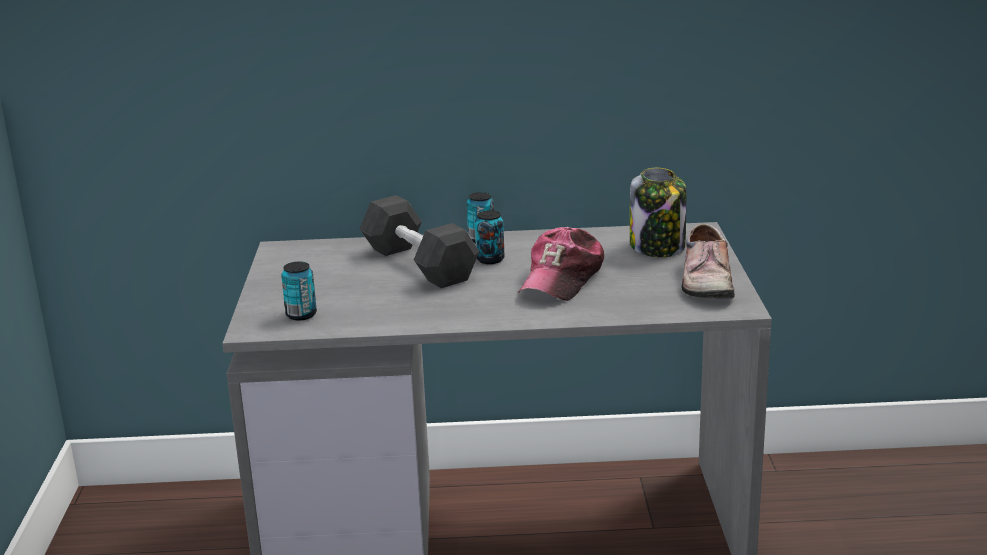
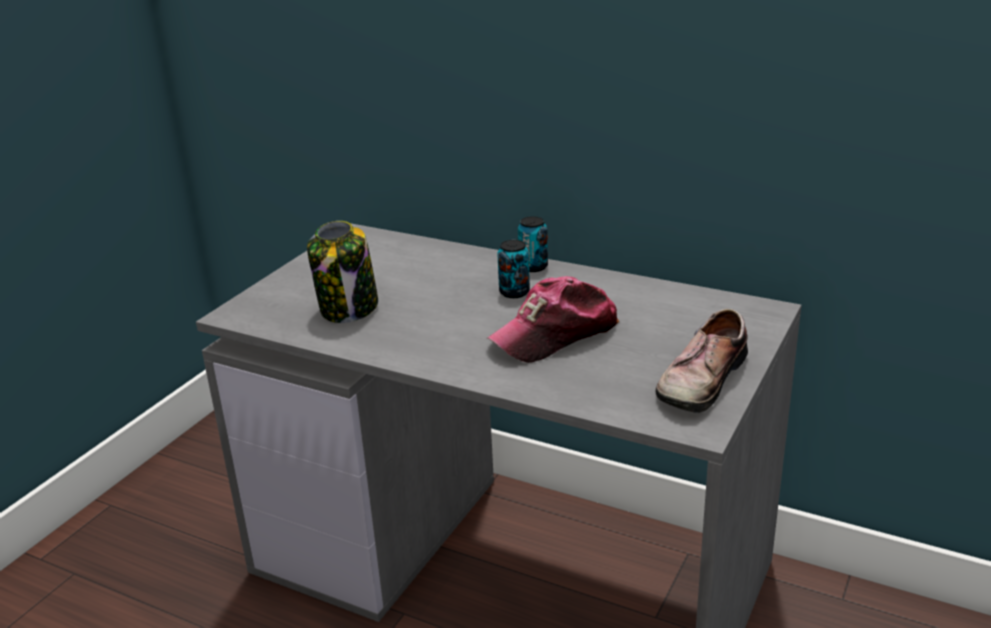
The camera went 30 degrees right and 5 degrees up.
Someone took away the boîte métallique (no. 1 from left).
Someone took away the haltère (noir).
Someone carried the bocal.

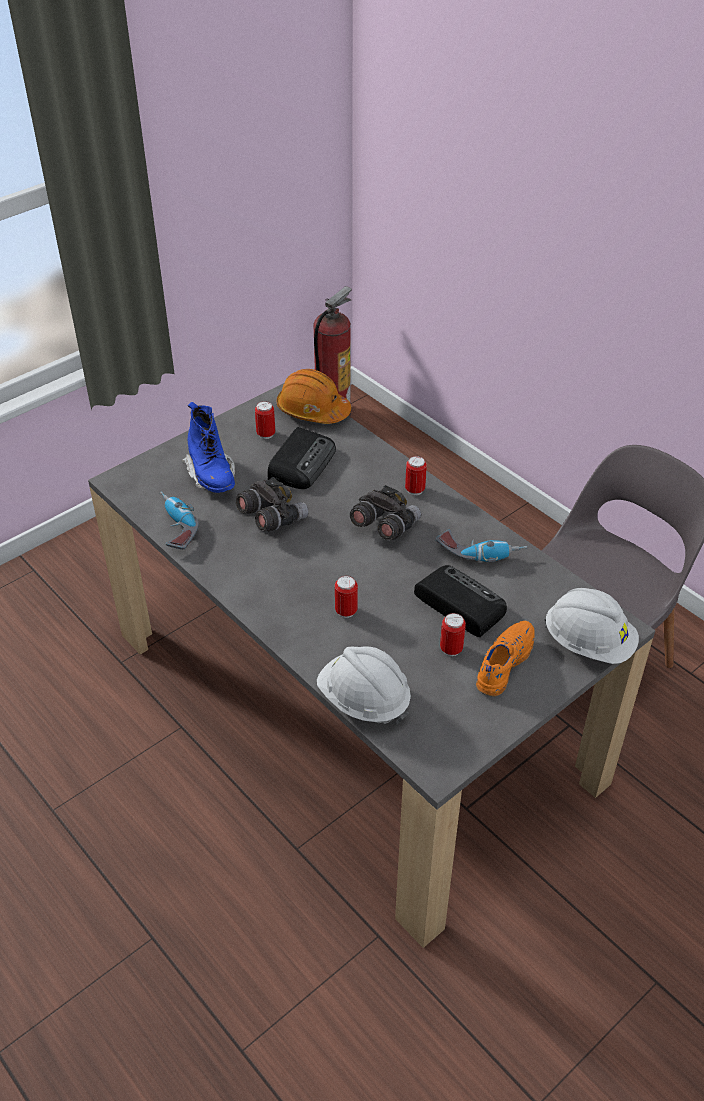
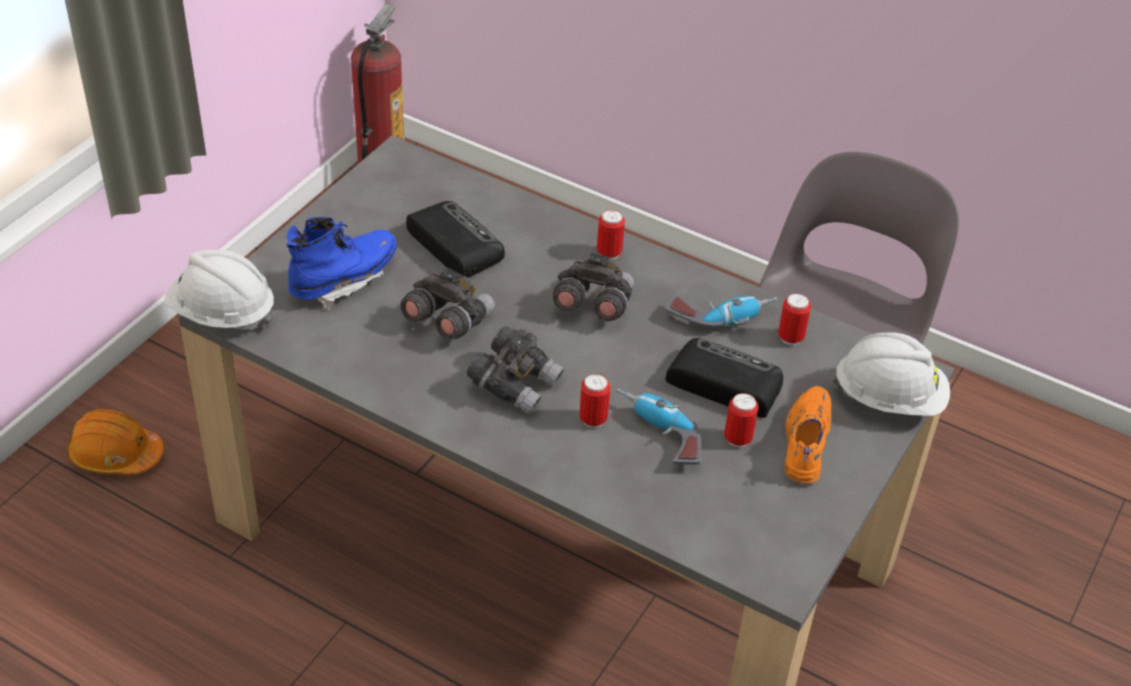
The camera went 20 degrees left and 0 degrees up.
Someone carried the perceuse (no. 1 from left).
Someone rotated the botte (bleu) by 90 degrees counterclockwise.
Someone carried the boîte métallique (no. 1 from left in the first image).
Someone rotated the radio (no. 1 from left) by 45 degrees counterclockwise.
Someone carried the casque de chantier (orange).
Someone carried the casque de chantier (blanc) (no. 1 from left).
Someone put down the jumelles (gris) (no. 2 from left).

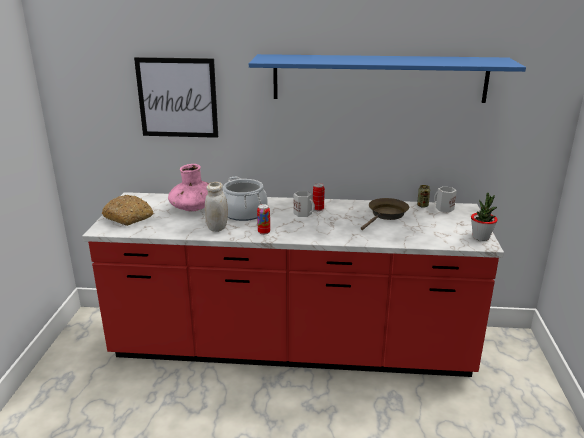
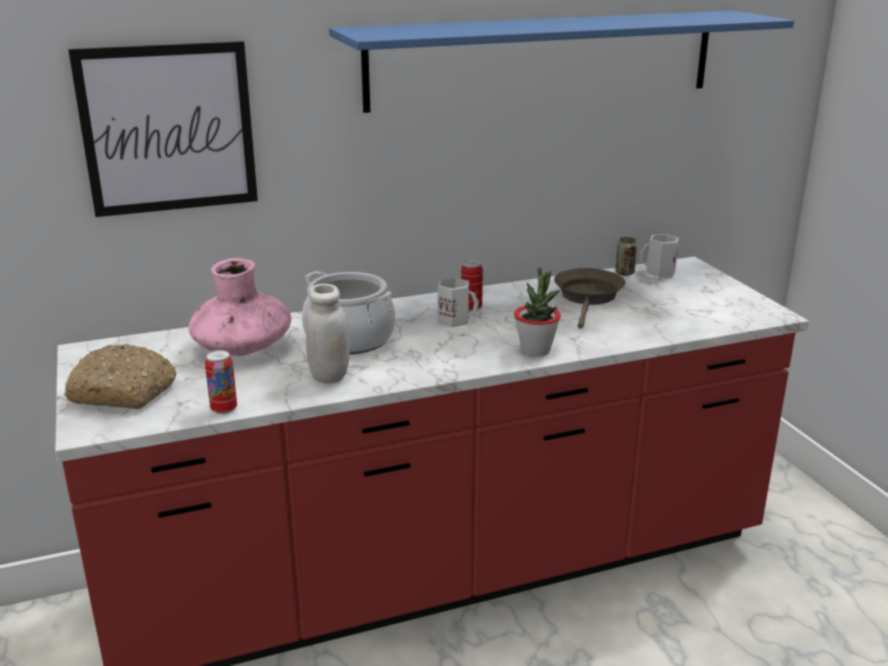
The camera went 25 degrees left and 0 degrees up.
Someone carried the boîte métallique (no. 1 from left).
Someone carried the plante en pot.

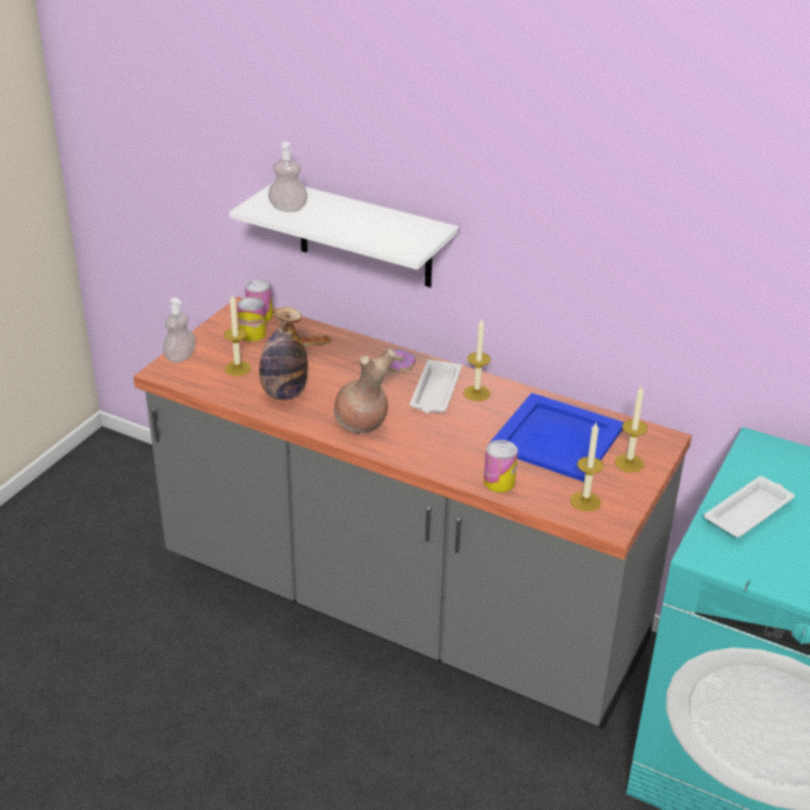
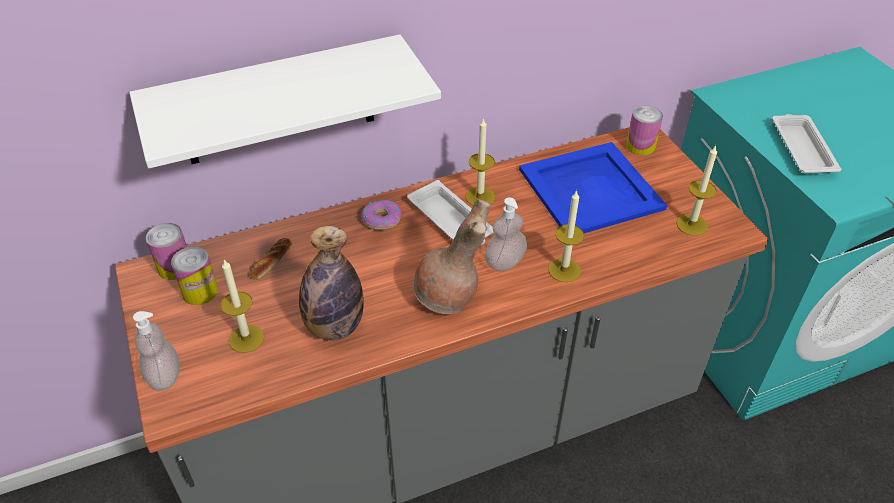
The camera went 50 degrees left and 10 degrees up.
Someone carried the distributeur de savon (no. 2 from left).
Someone carried the boîte métallique (no. 3 from left).
Someone carried the bougie (no. 4 from left in the first image).

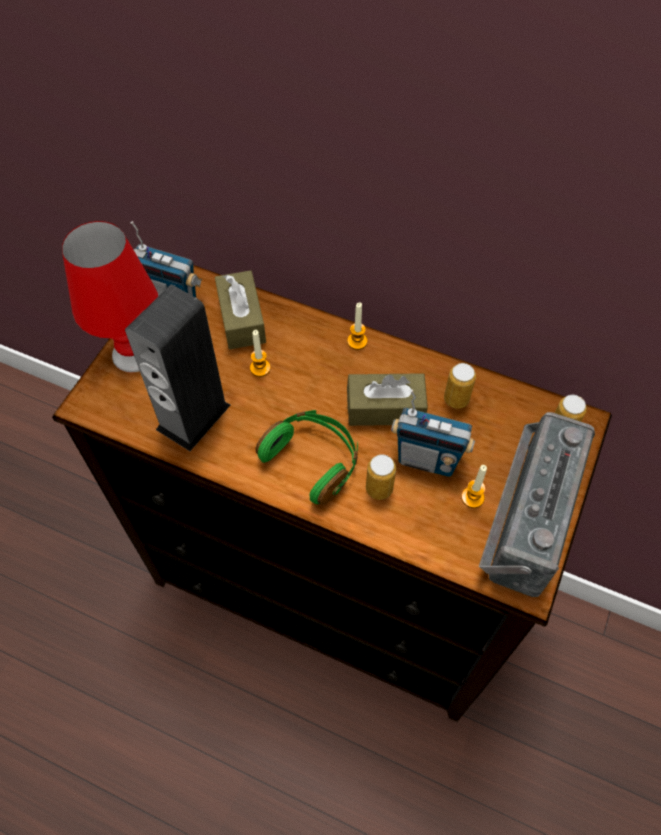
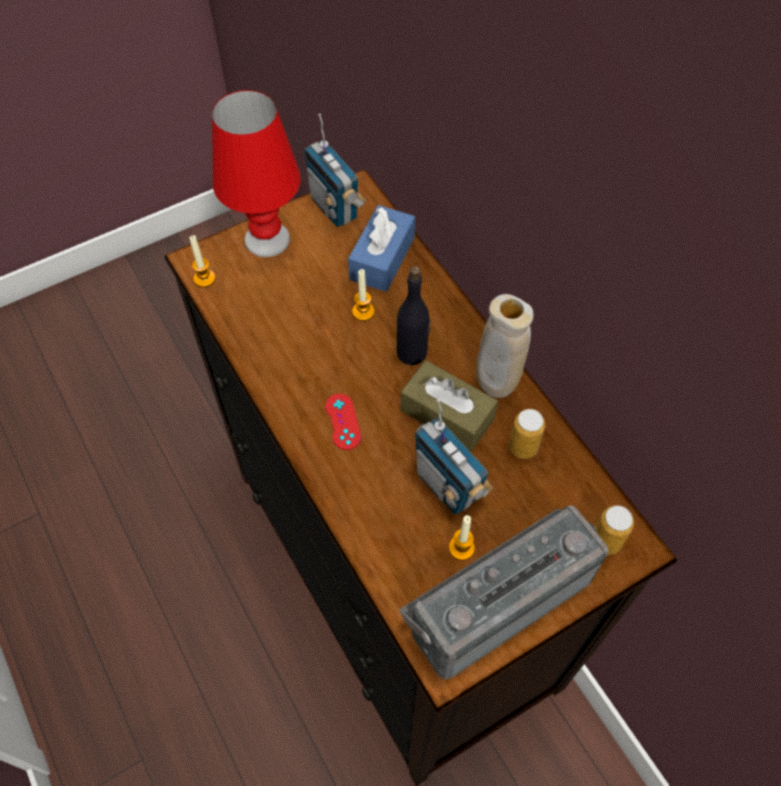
The camera went 35 degrees right and 0 degrees up.
Someone took away the enceinte.
Someone repainted the boîte à mouchoirs (marron) (no. 1 from left), which became the boîte à mouchoirs (bleu).
Someone swapped the casque audio (vert) for the manette (rouge).
Someone carried the bougie (no. 2 from left in the first image).
Someone took away the boîte métallique (no. 1 from left).
Someone put down the bouteille (noir).
Someone put down the vase (beige).

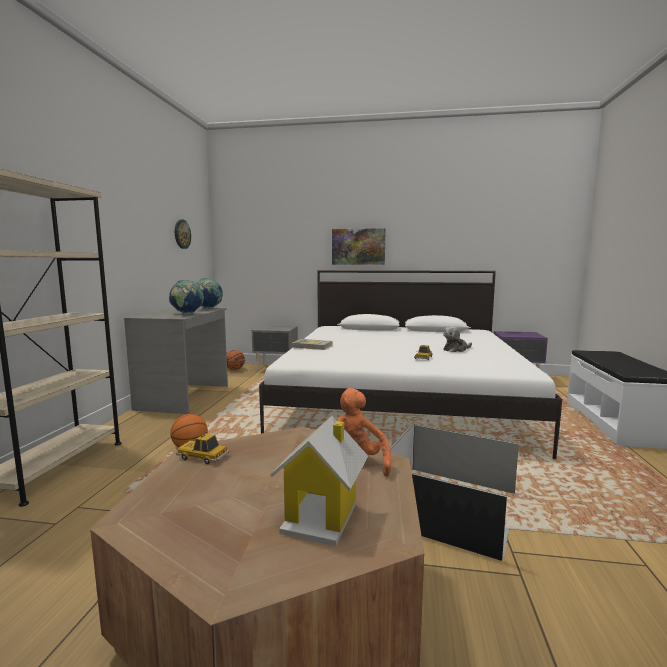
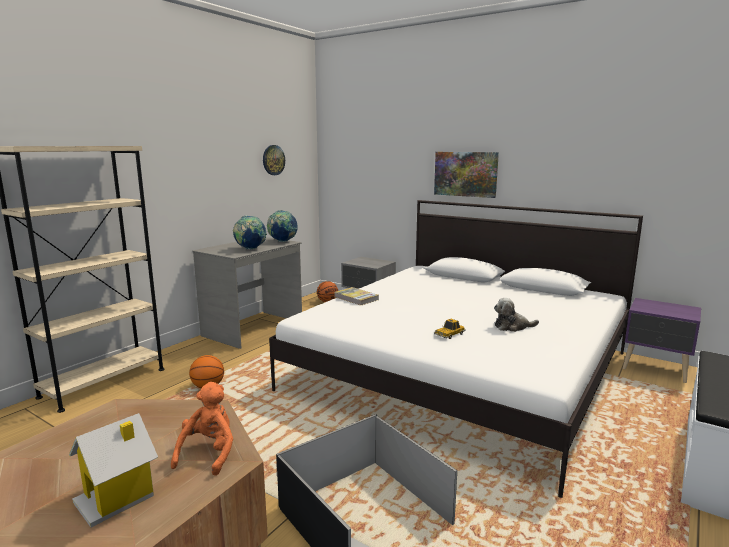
The camera went 25 degrees right and 5 degrees up.
Someone took away the petite voiture (no. 1 from left).

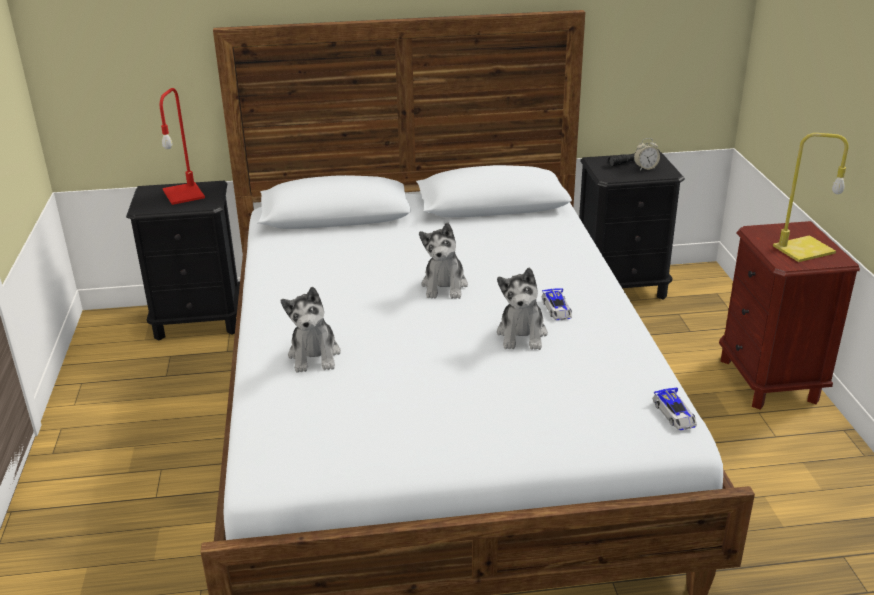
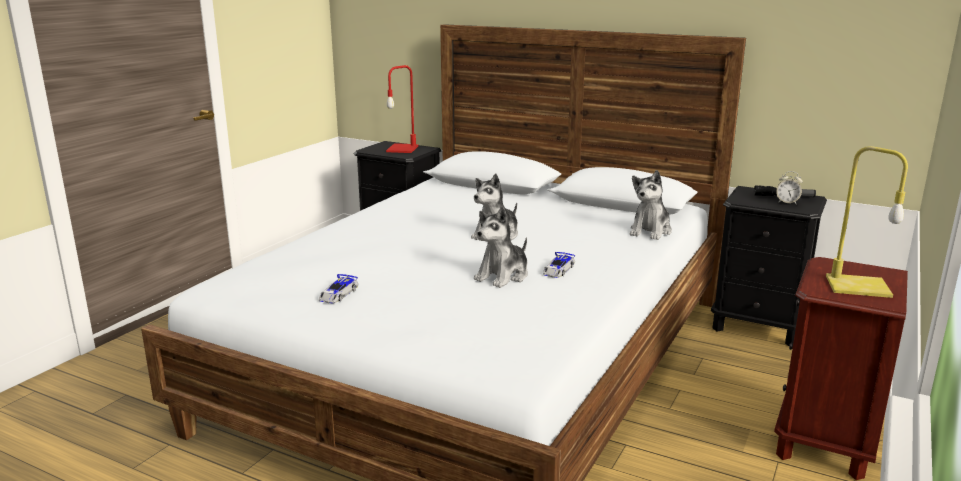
The camera went 35 degrees right and 10 degrees down.
Someone carried the peluche (no. 1 from left in the first image).
Someone carried the petite voiture (no. 2 from left in the first image).

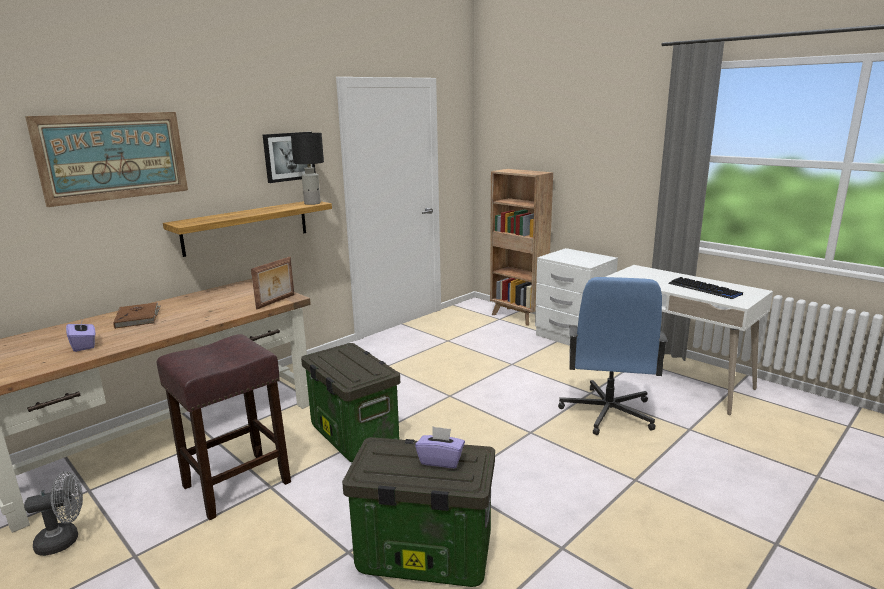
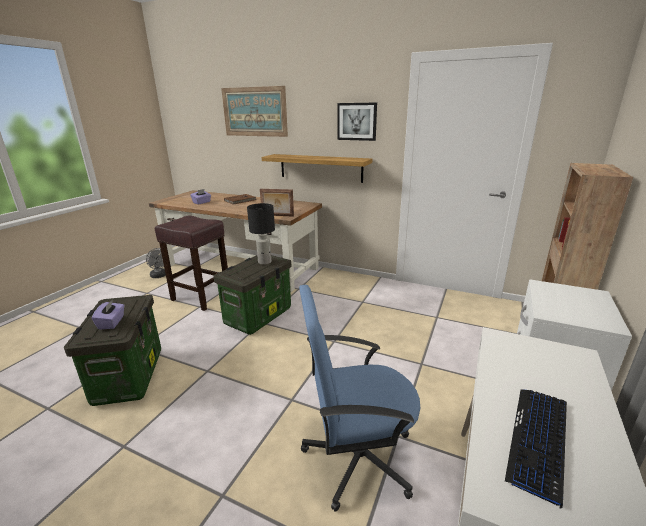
The camera went 70 degrees right and 5 degrees up.
Someone carried the lampe de table (noir).

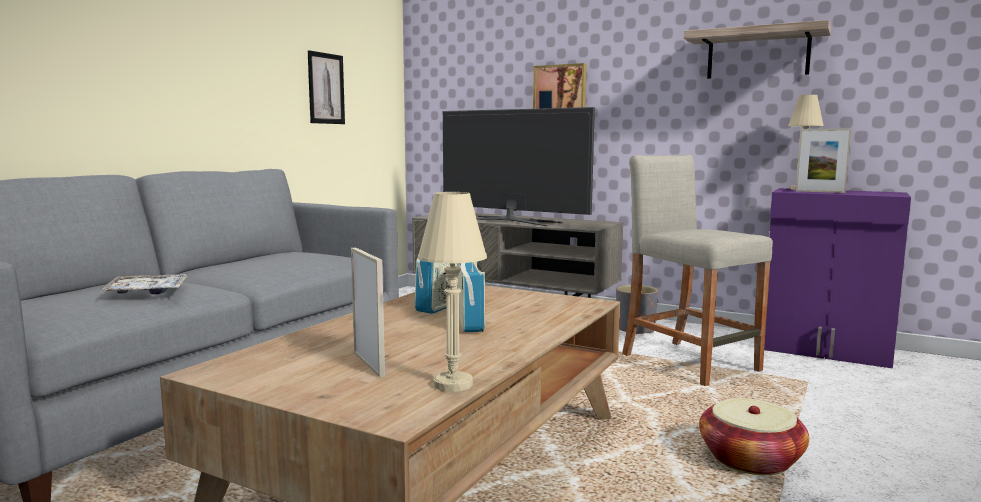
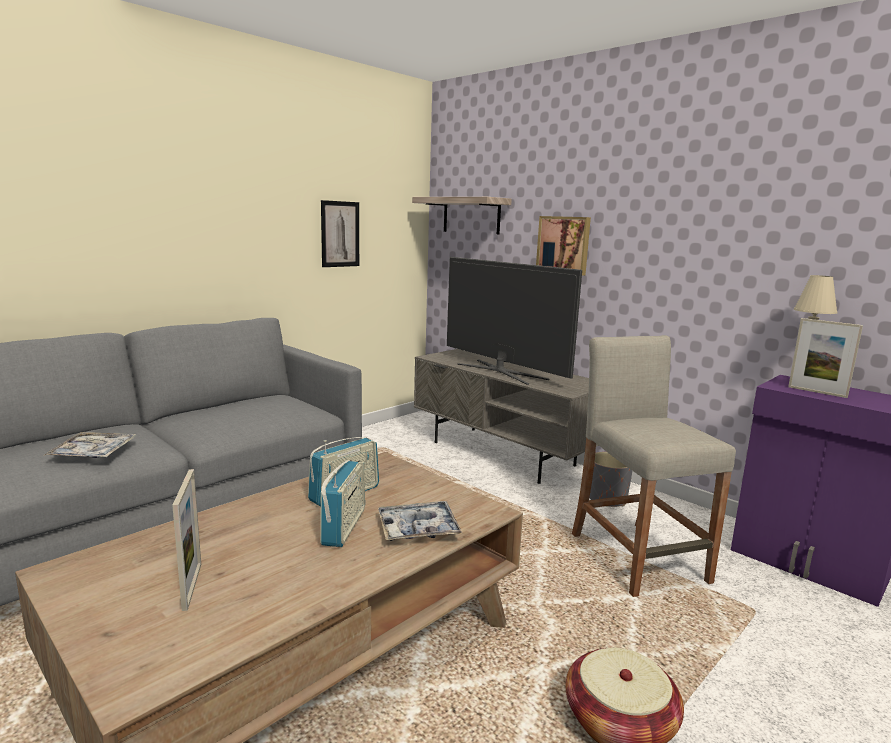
The camera went 15 degrees right and 5 degrees up.
Someone took away the lampe de table (beige) (no. 1 from left).
Someone carried the étagère.
Someone put down the plateau (no. 2 from left).

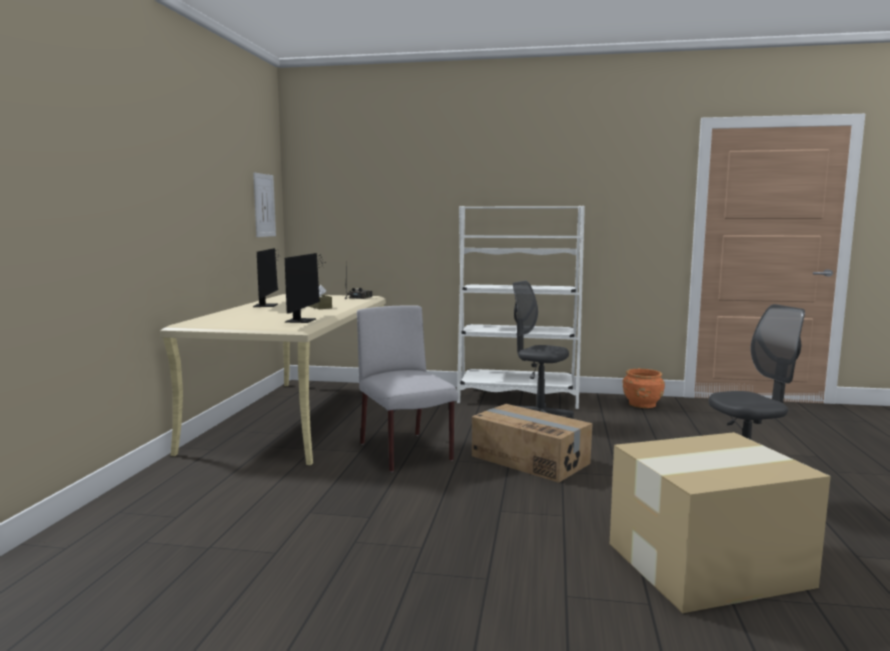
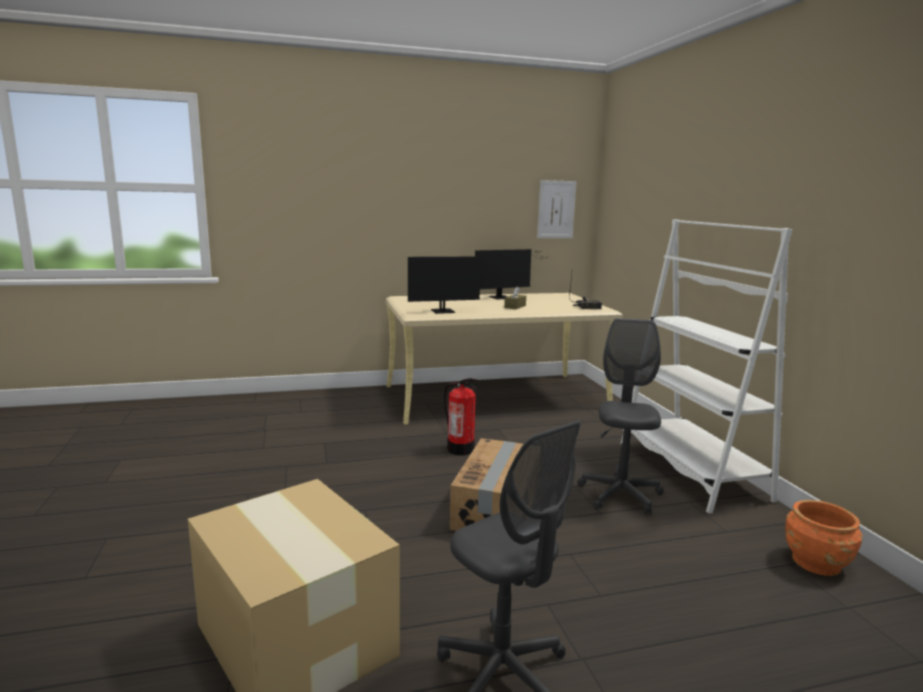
The camera went 65 degrees right and 5 degrees up.
Someone swapped the chaise (gris) for the extincteur.

